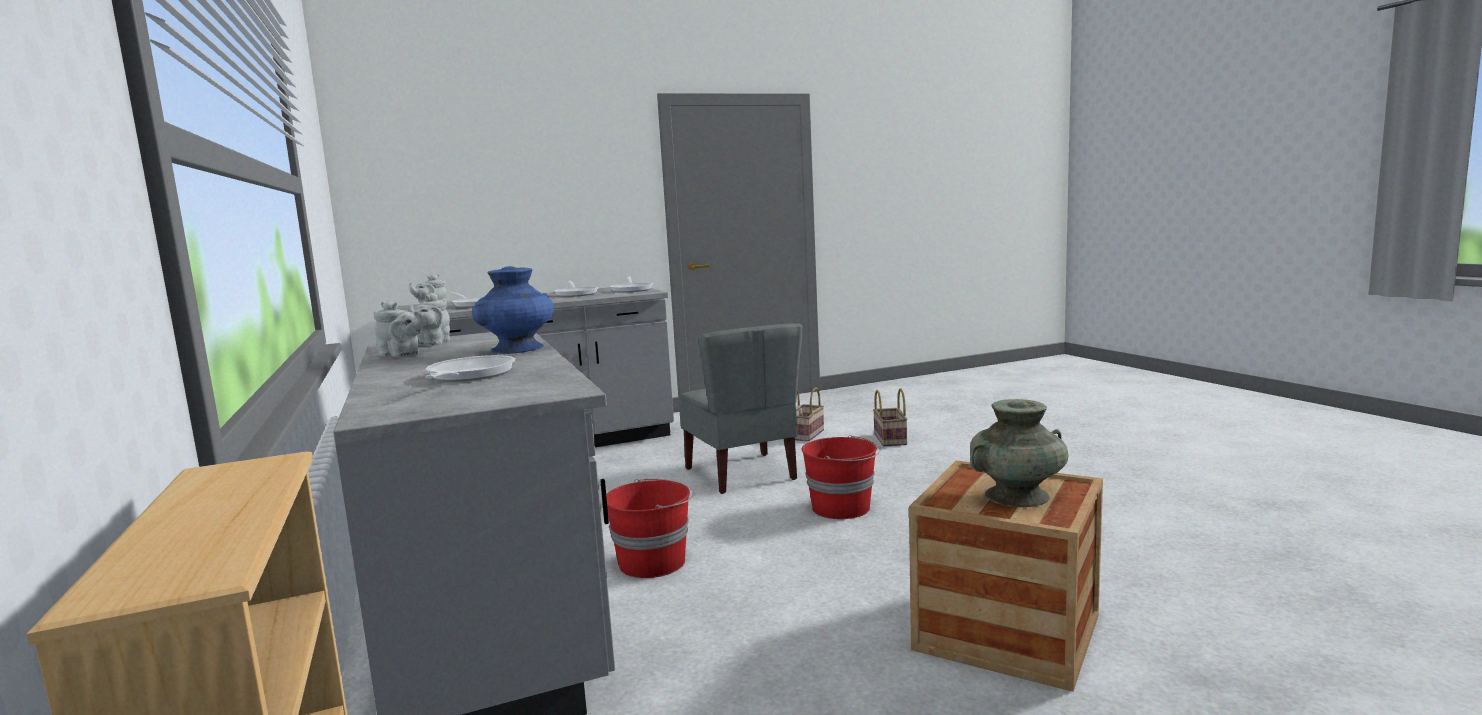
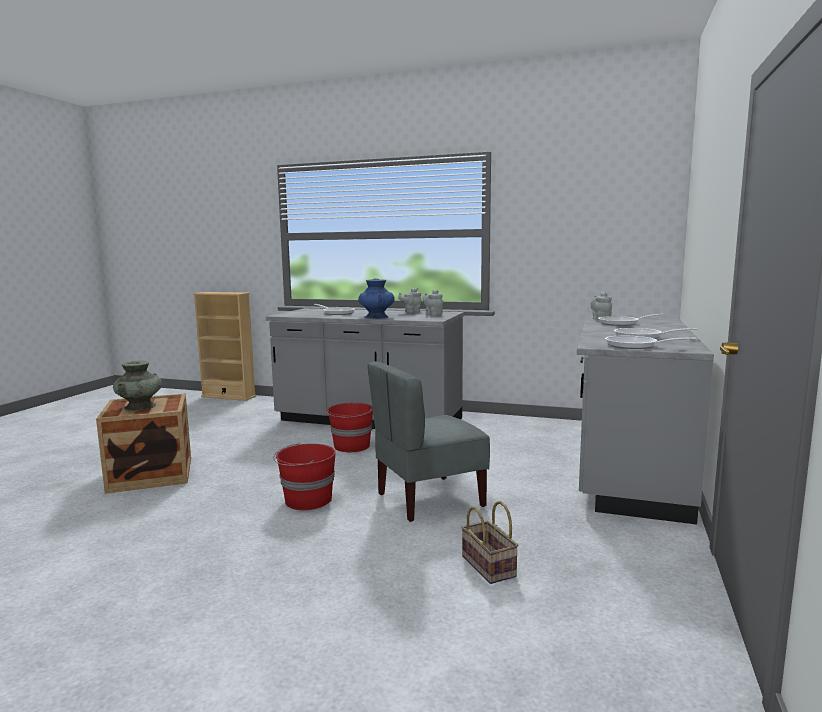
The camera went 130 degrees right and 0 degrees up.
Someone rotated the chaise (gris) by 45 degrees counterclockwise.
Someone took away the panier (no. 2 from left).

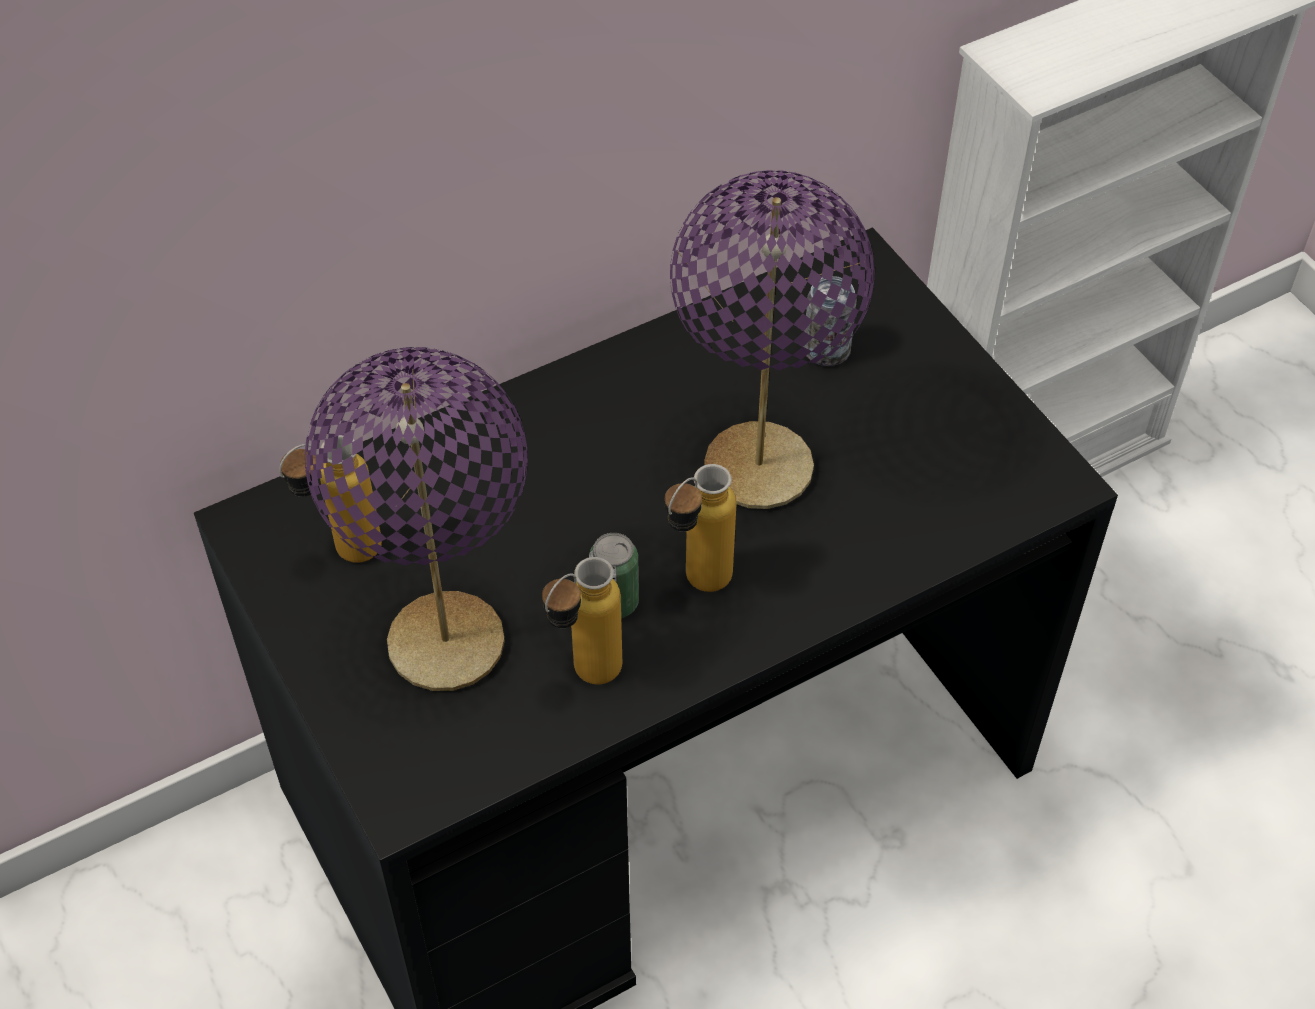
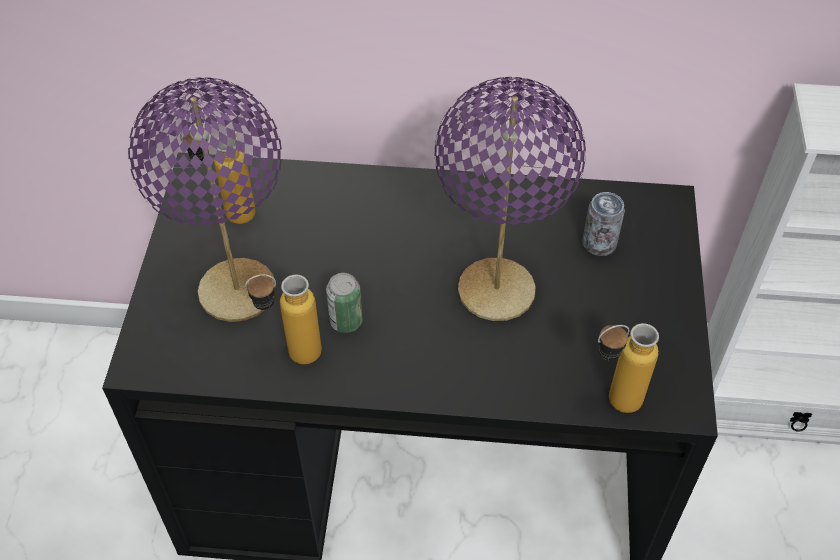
The camera went 35 degrees right and 0 degrees up.
Someone carried the bouteille (no. 3 from left).

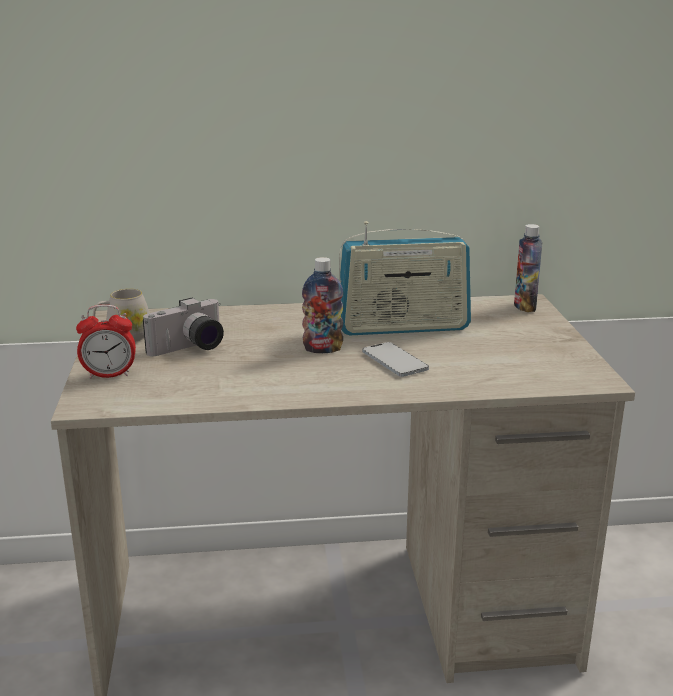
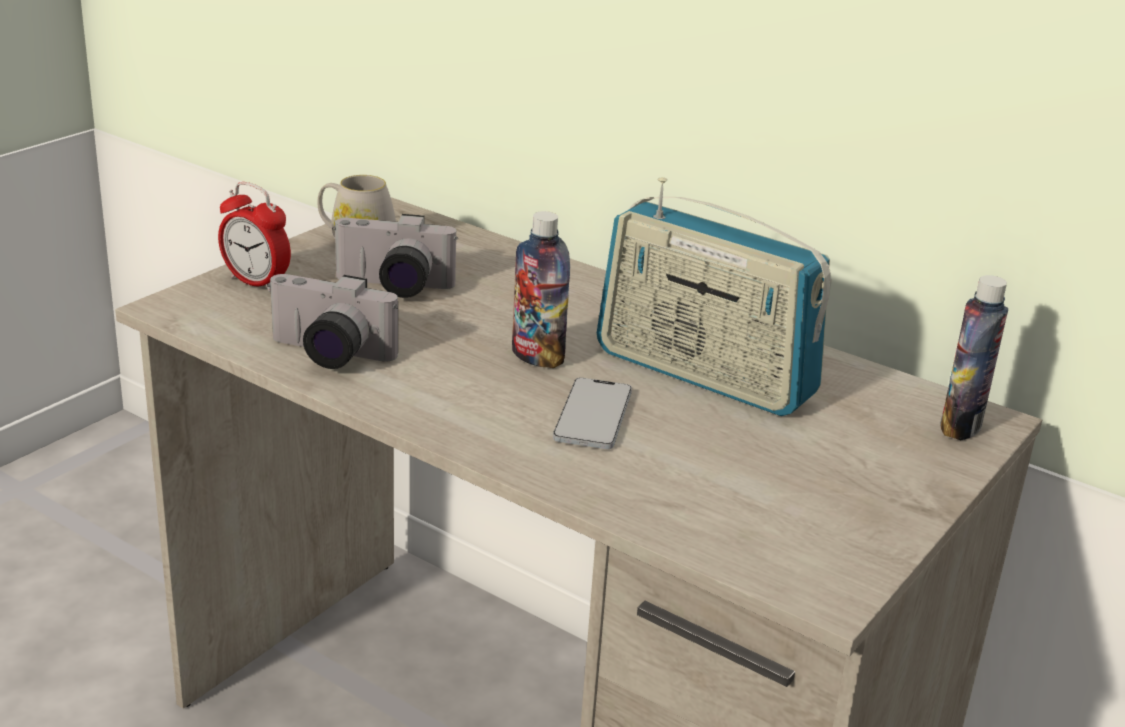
The camera went 40 degrees right and 5 degrees up.
Someone put down the appareil photo (no. 1 from left).

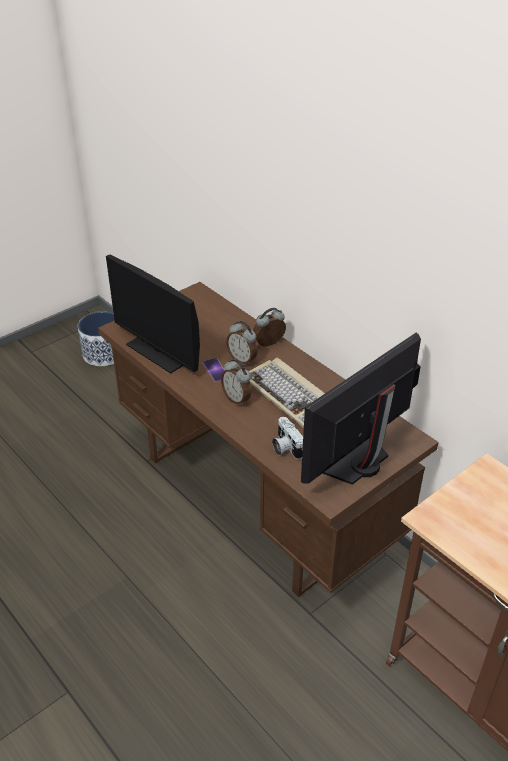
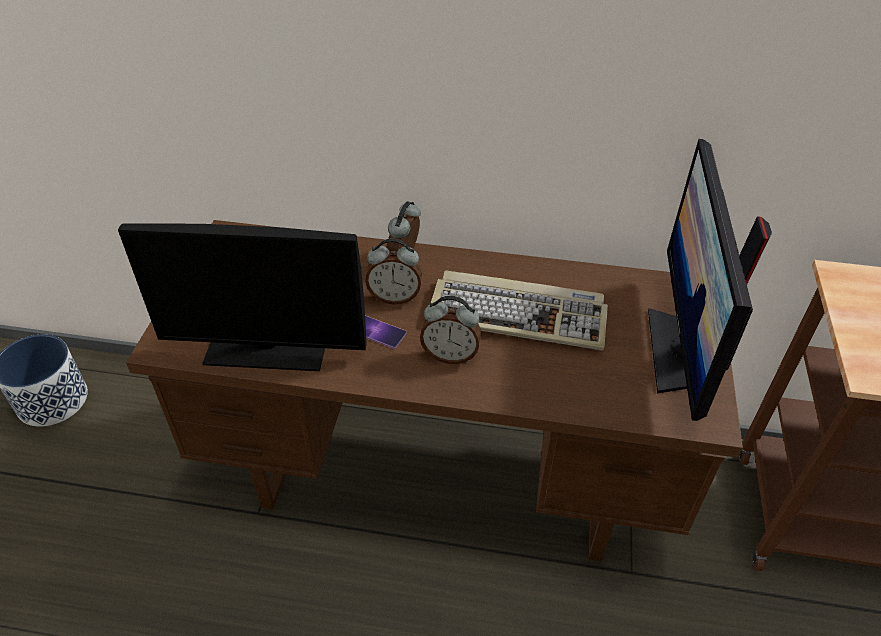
The camera went 40 degrees left and 5 degrees up.
Someone took away the appareil photo.

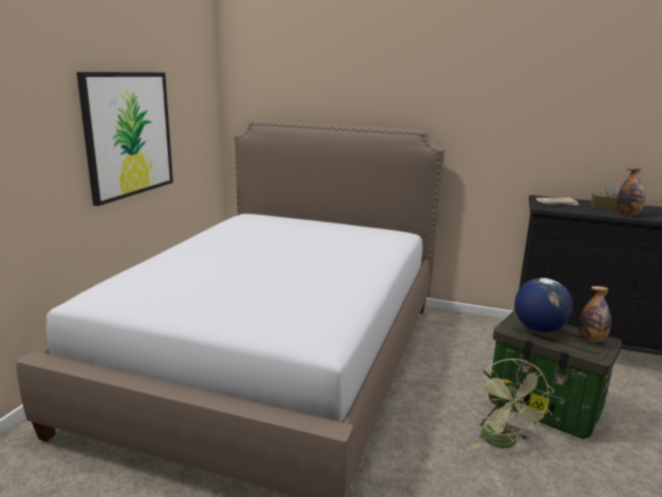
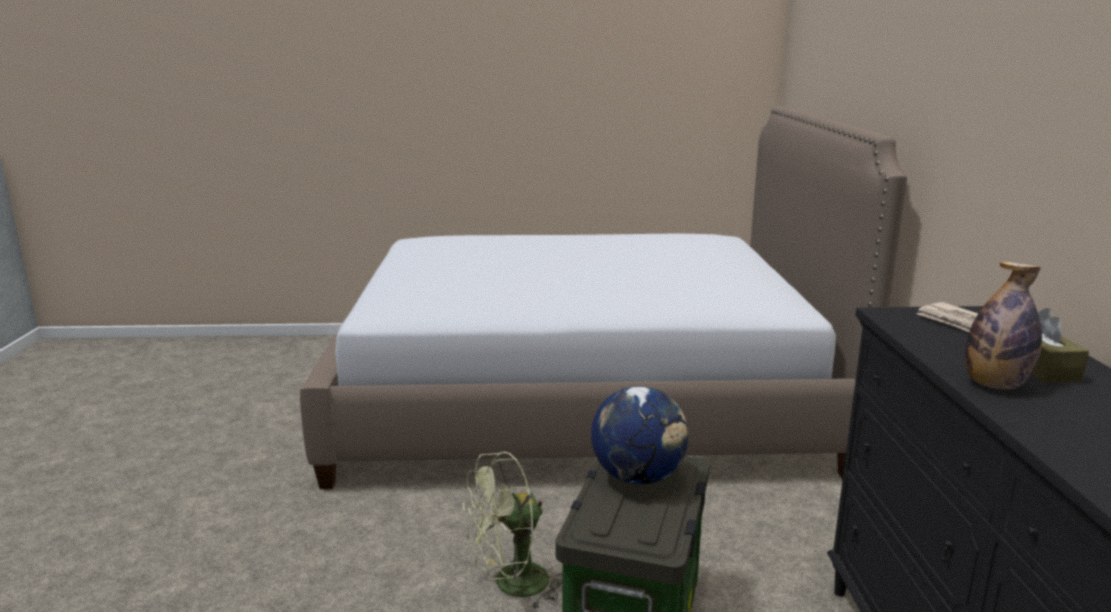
The camera went 70 degrees right and 0 degrees up.
Someone took away the tableau.
Someone took away the bouteille (no. 1 from left).

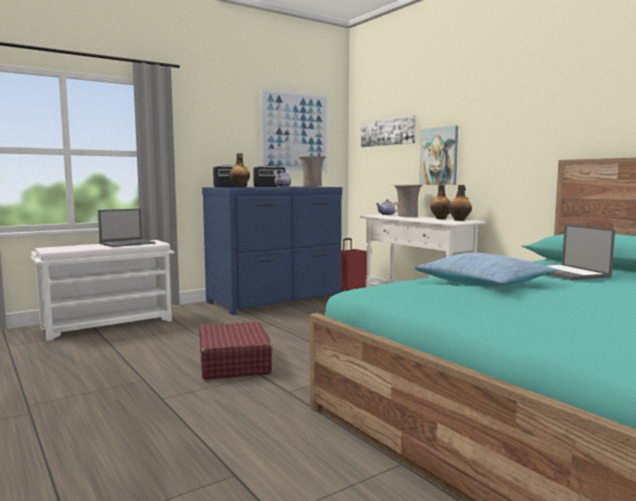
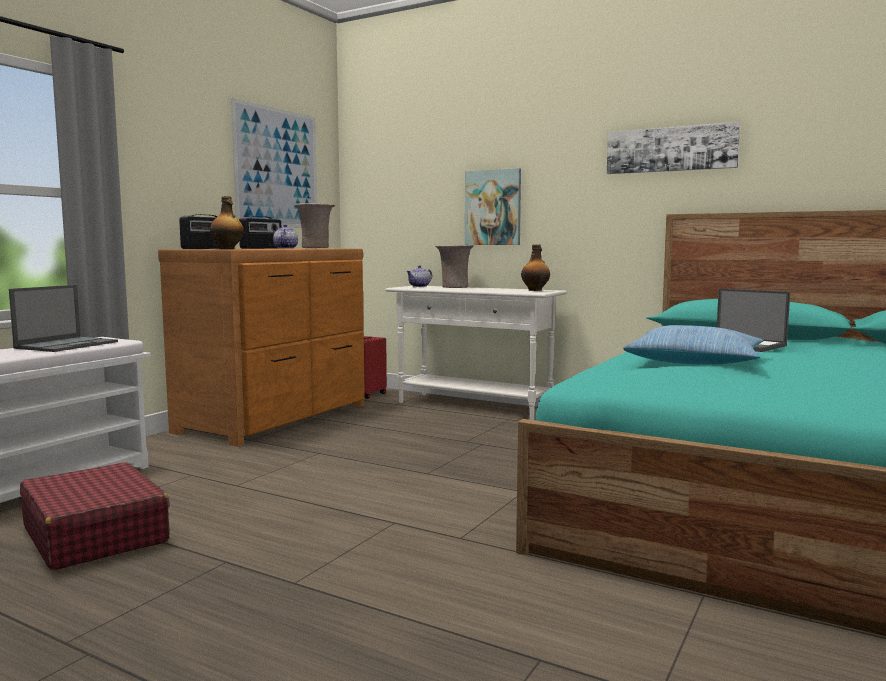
The camera went 25 degrees left and 0 degrees up.
Someone carried the valise (rouge) (no. 1 from left).
Someone repainted the commode (bleu), which became the commode (marron).
Someone carried the tableau (no. 2 from left in the first image).
Someone took away the bouteille (no. 2 from left).

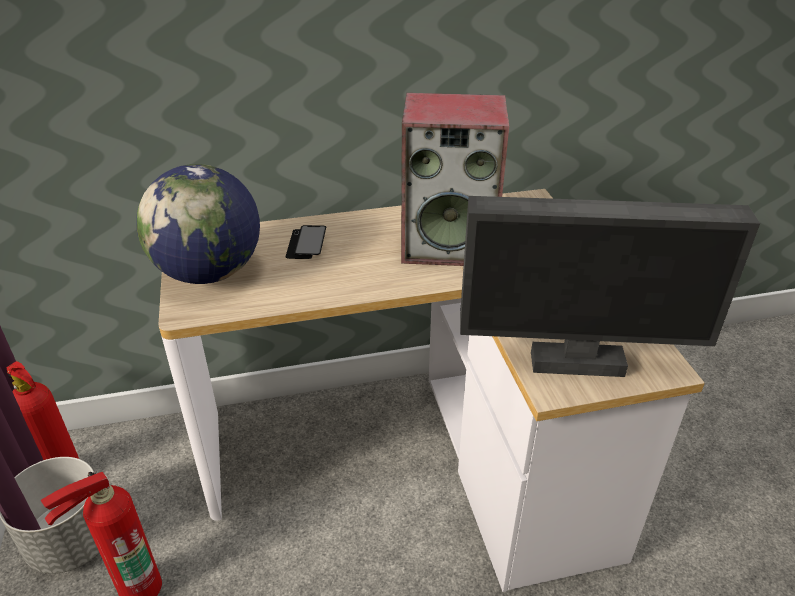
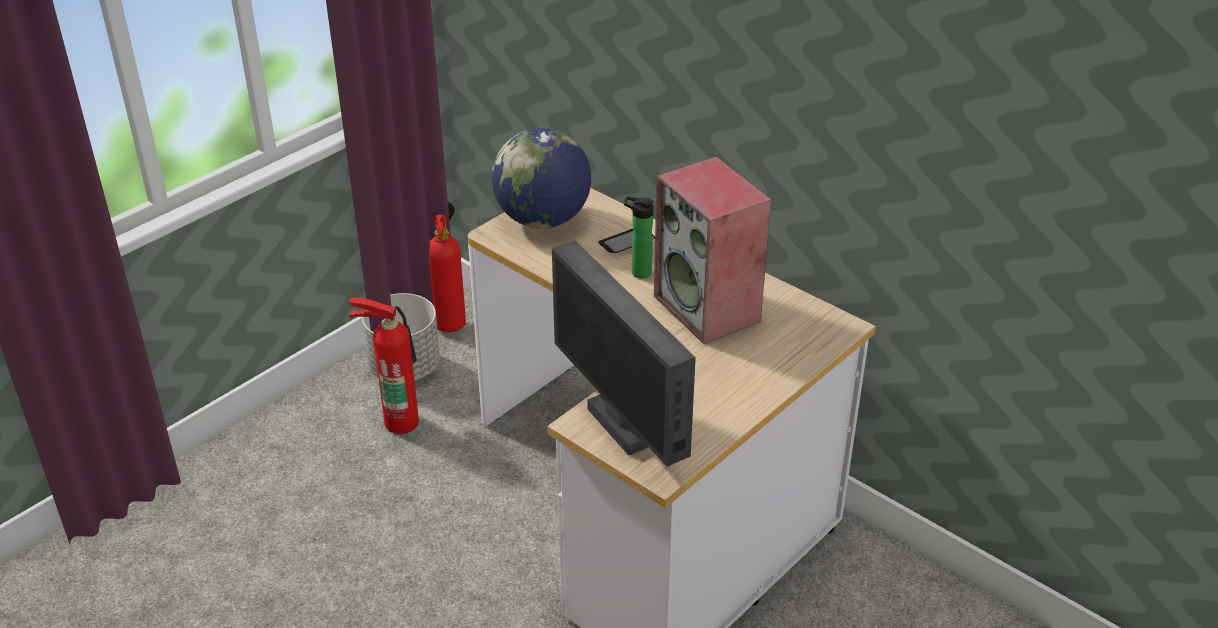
The camera went 55 degrees right and 0 degrees up.
Someone put down the bouteille.

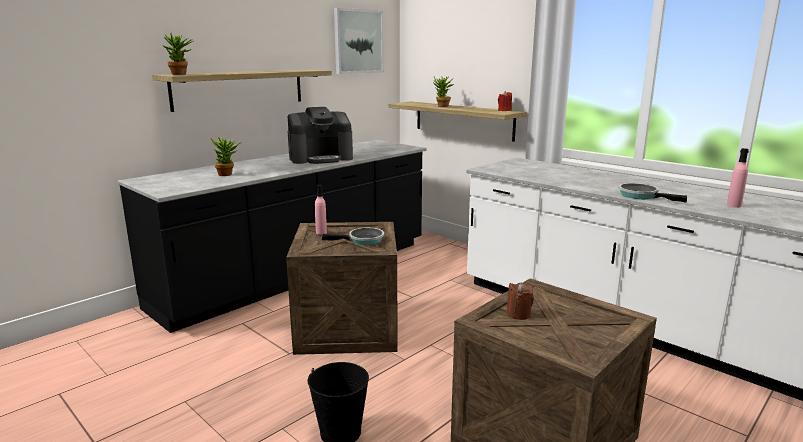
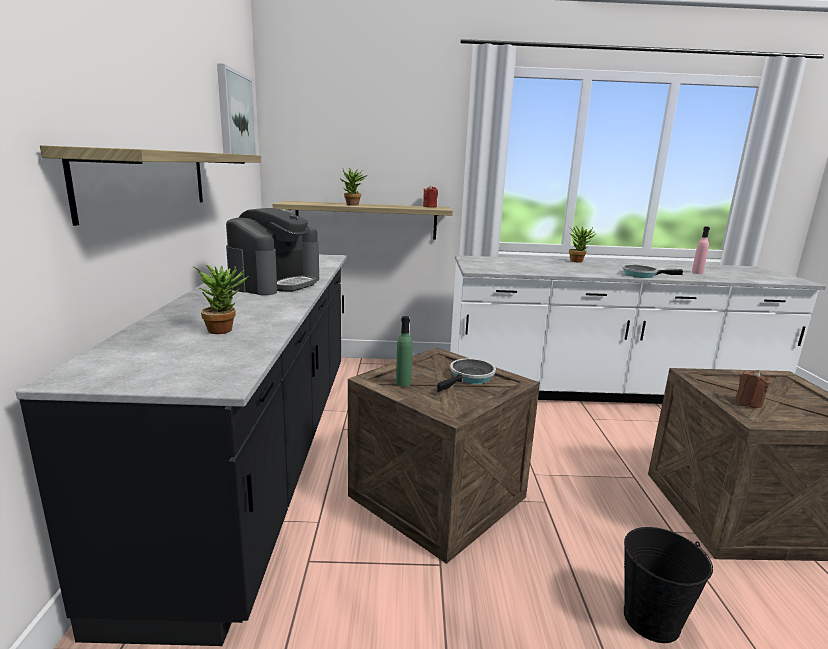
The camera went 45 degrees left and 0 degrees up.
Someone carried the plante en pot (no. 1 from left in the first image).
Someone repainted the bouteille (rose) (no. 1 from left), which became the bouteille (vert).

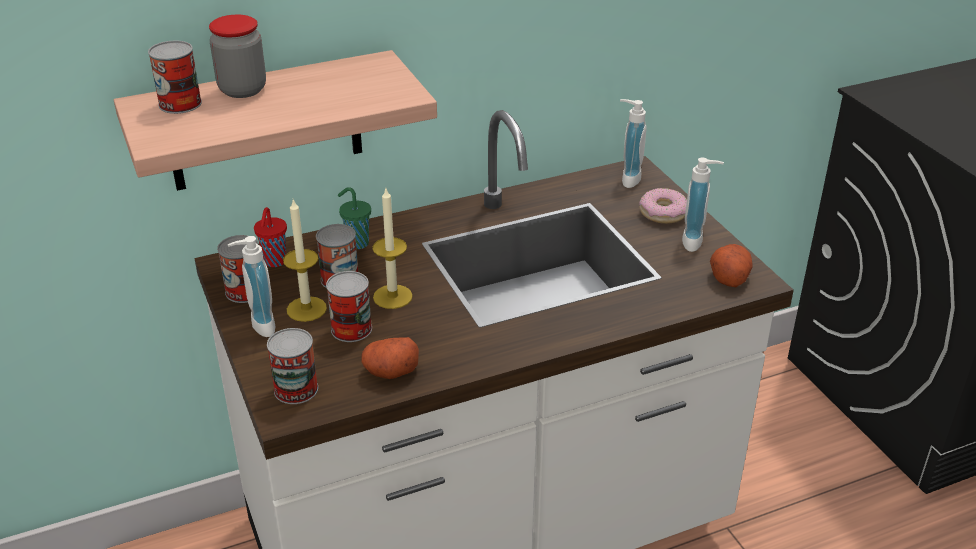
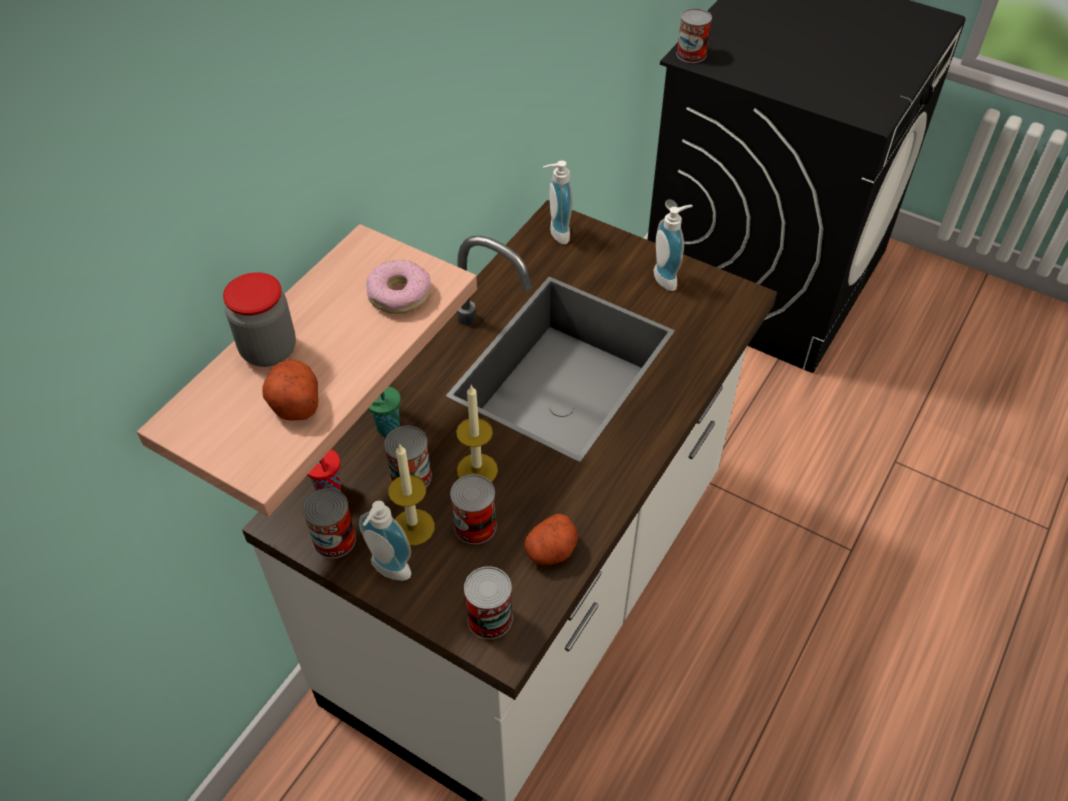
The camera went 35 degrees left and 15 degrees up.
Someone carried the boîte métallique (no. 1 from left in the first image).
Someone carried the beignet.
Someone carried the pomme de terre (no. 2 from left in the first image).

